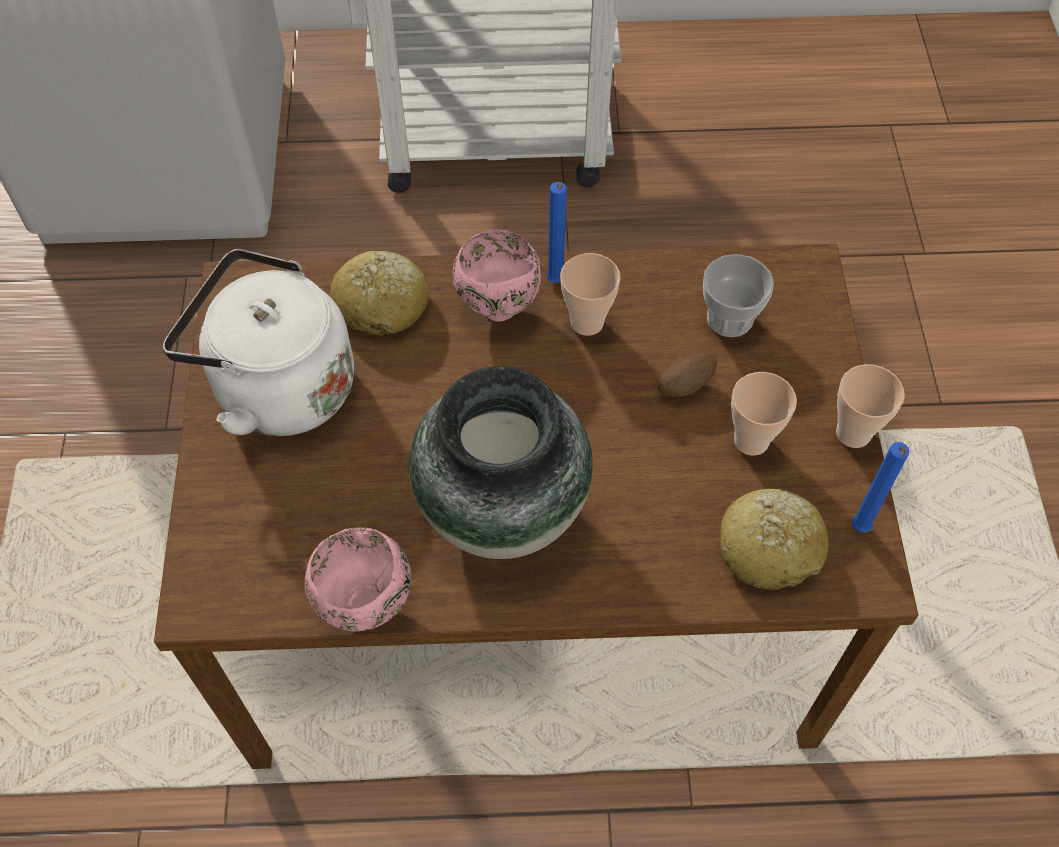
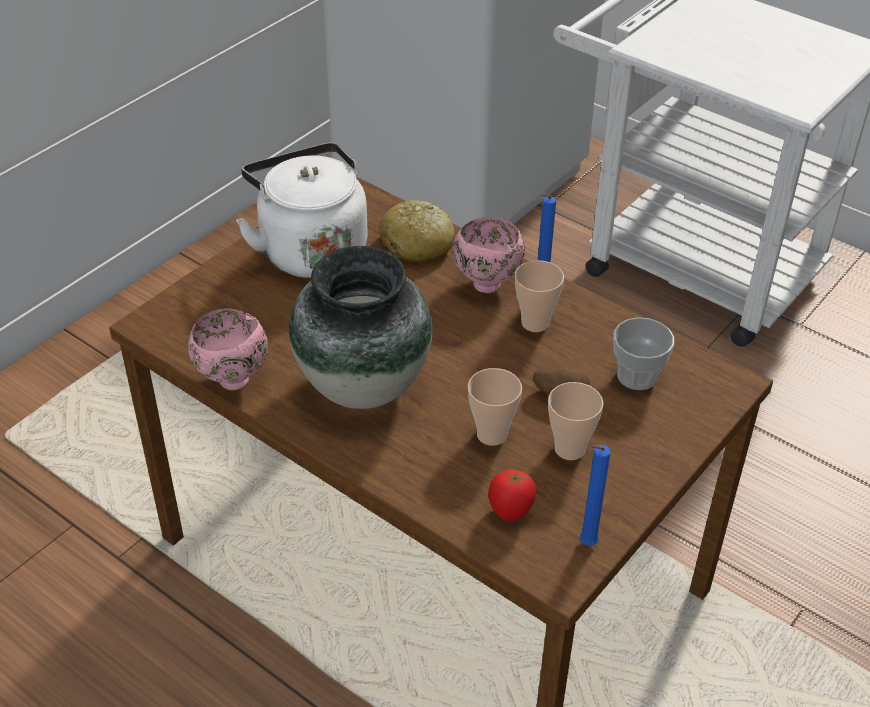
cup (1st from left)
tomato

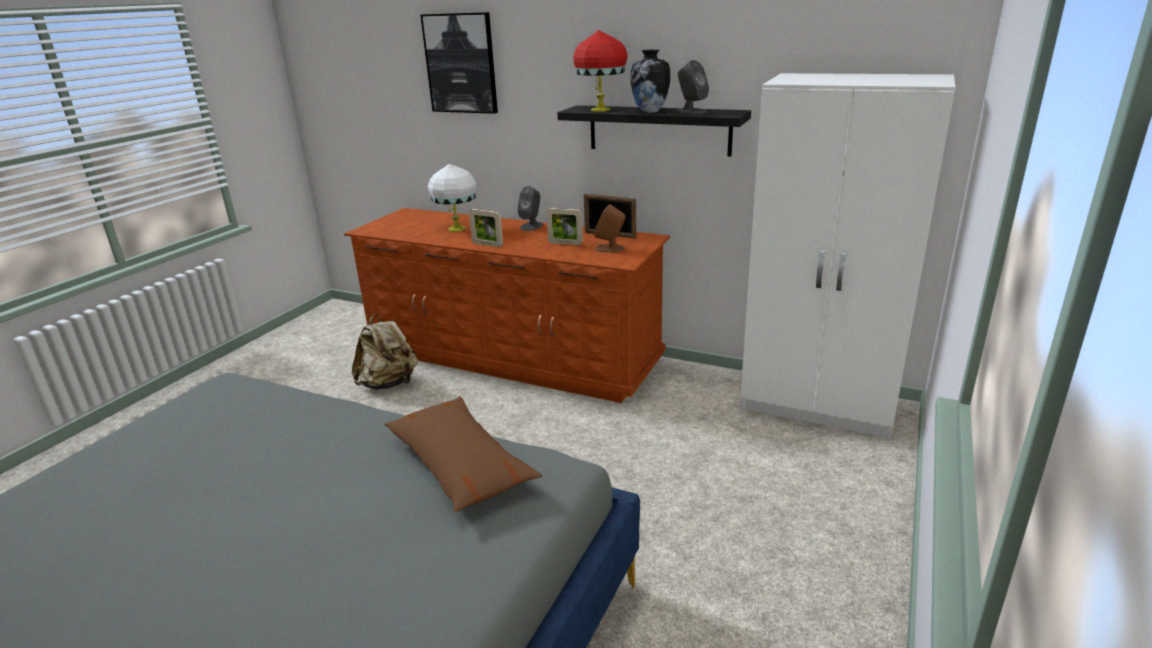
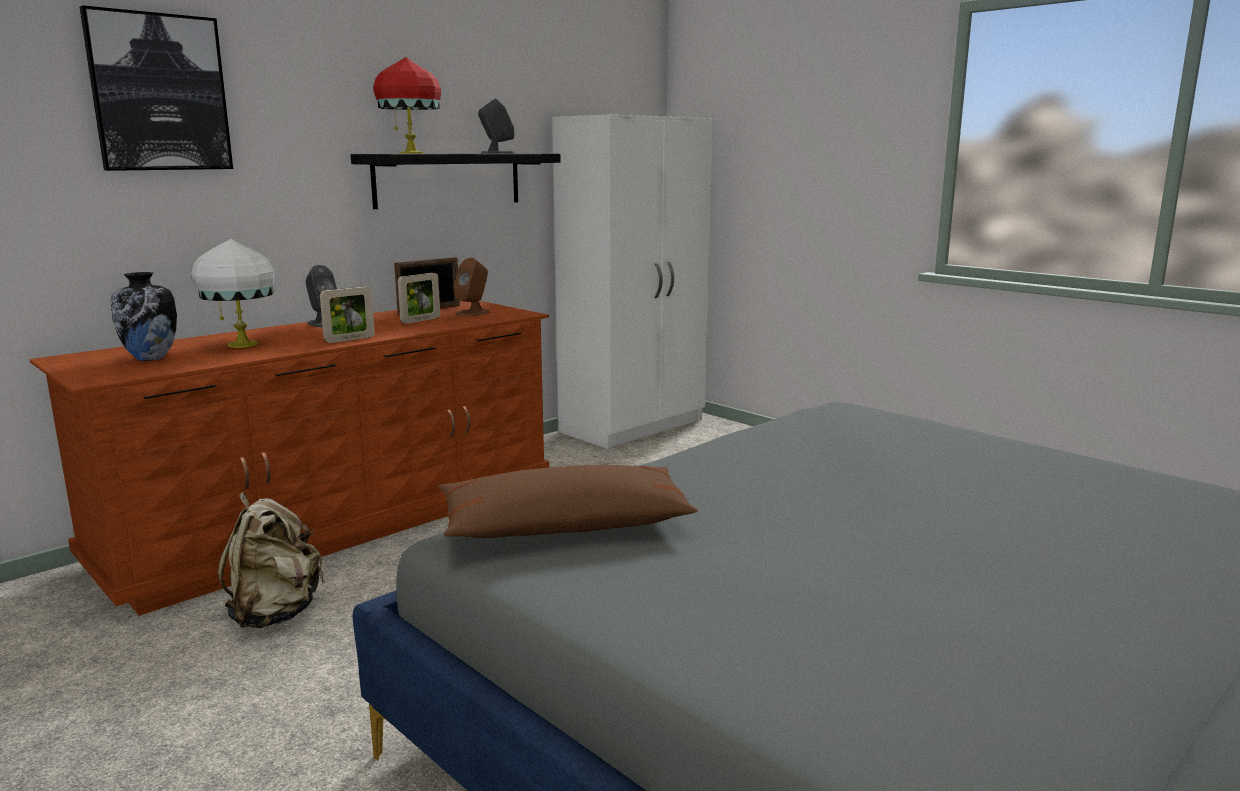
pillow (brown)
vase

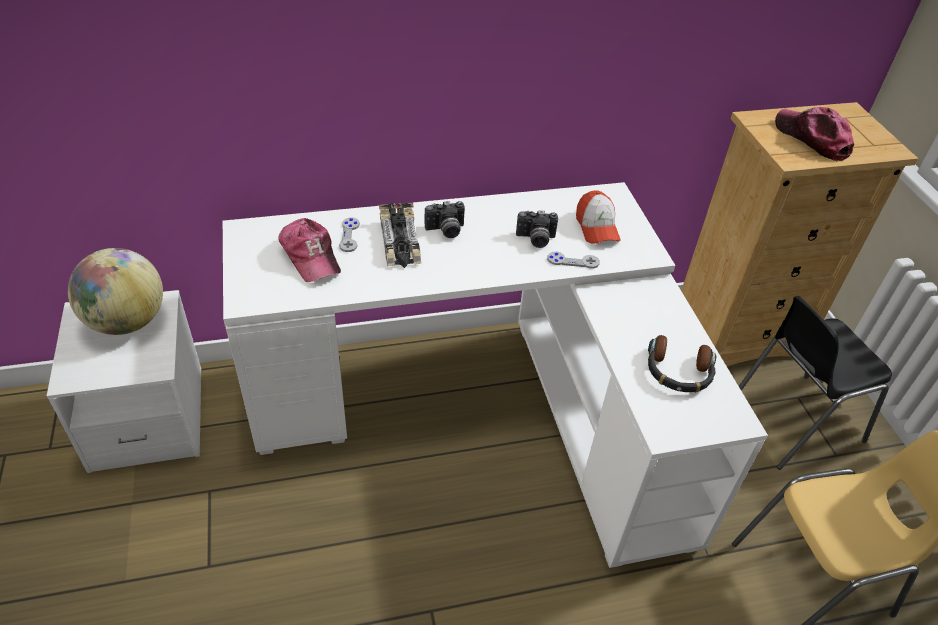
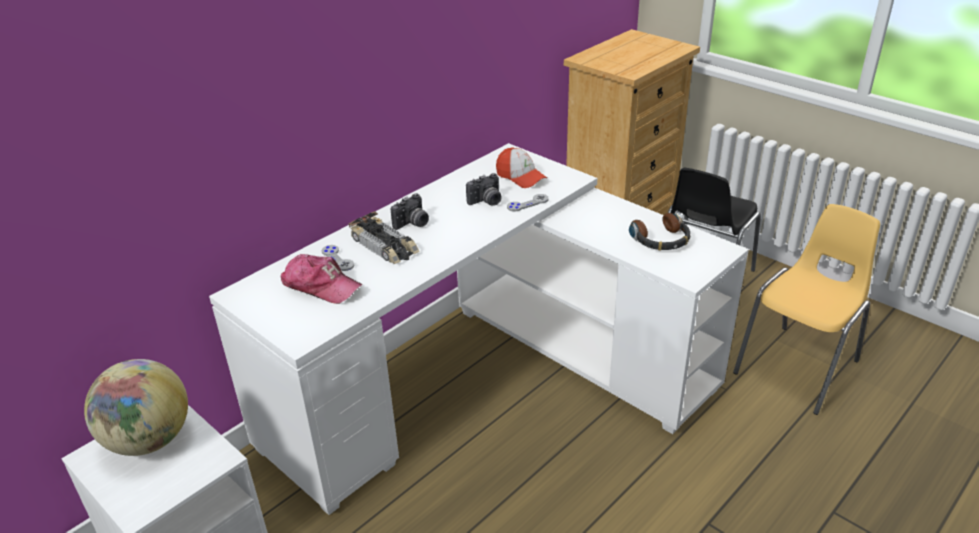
cap (3rd from left in the first image)

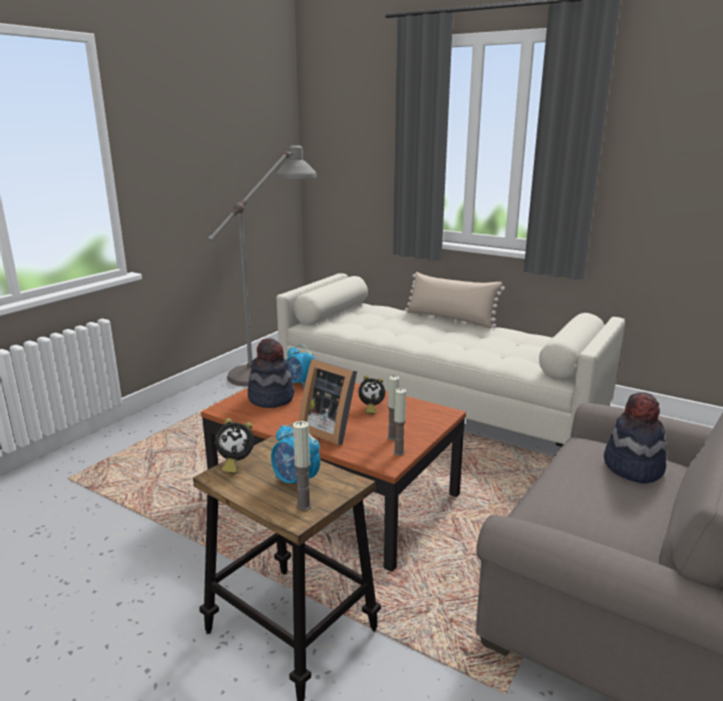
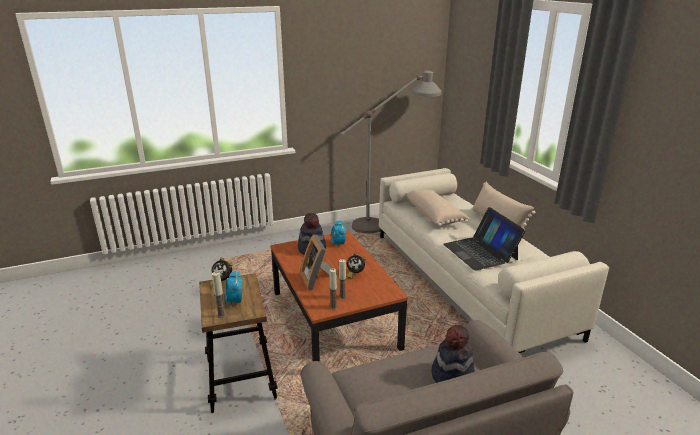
pillow (beige) (1st from left)
laptop

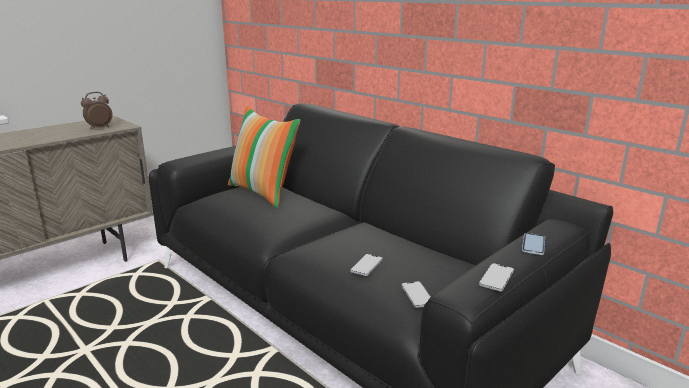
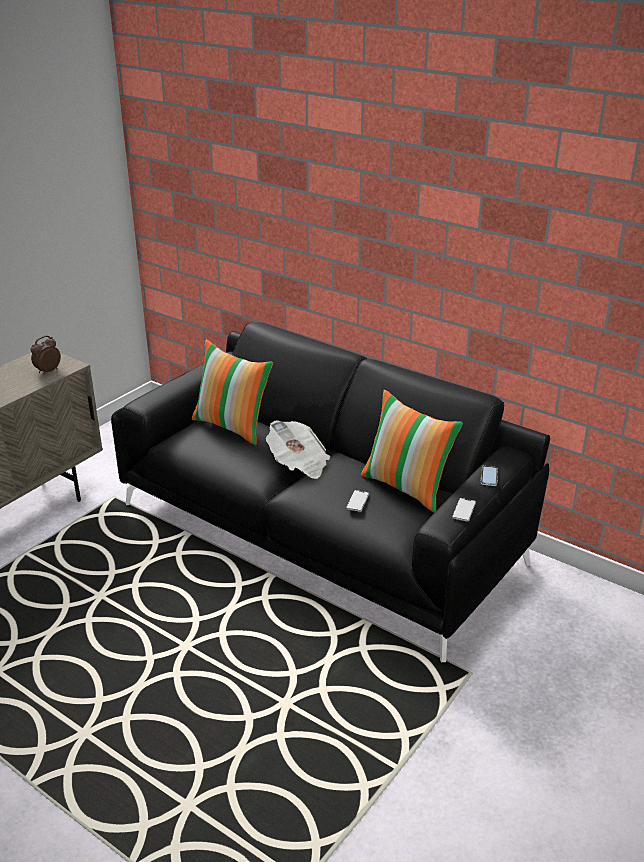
phone (2nd from left in the first image)
newspaper
pillow (2nd from left)

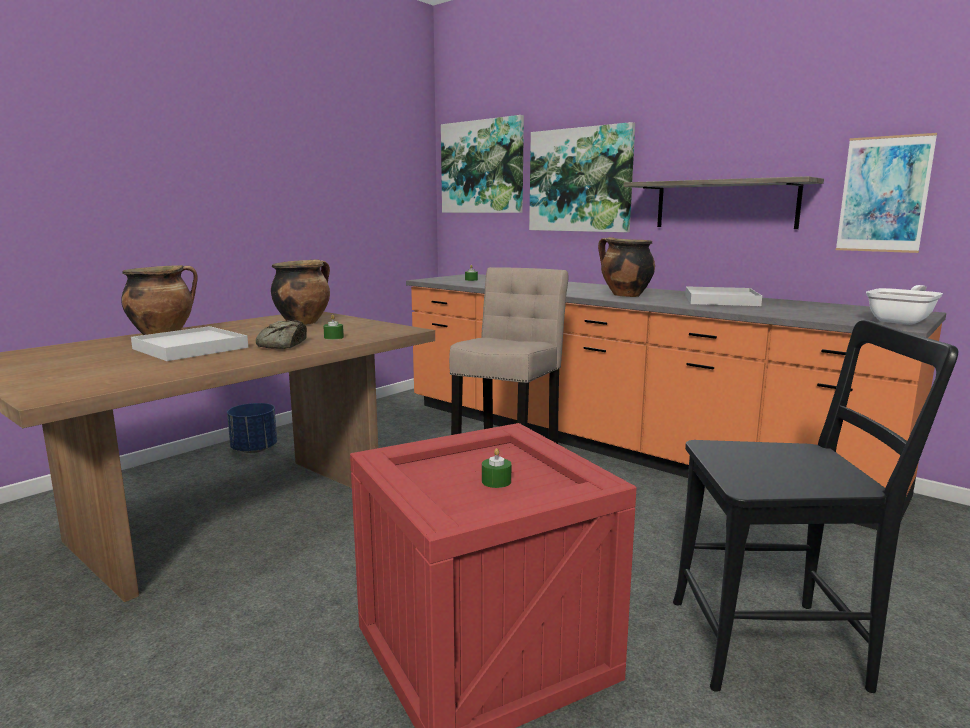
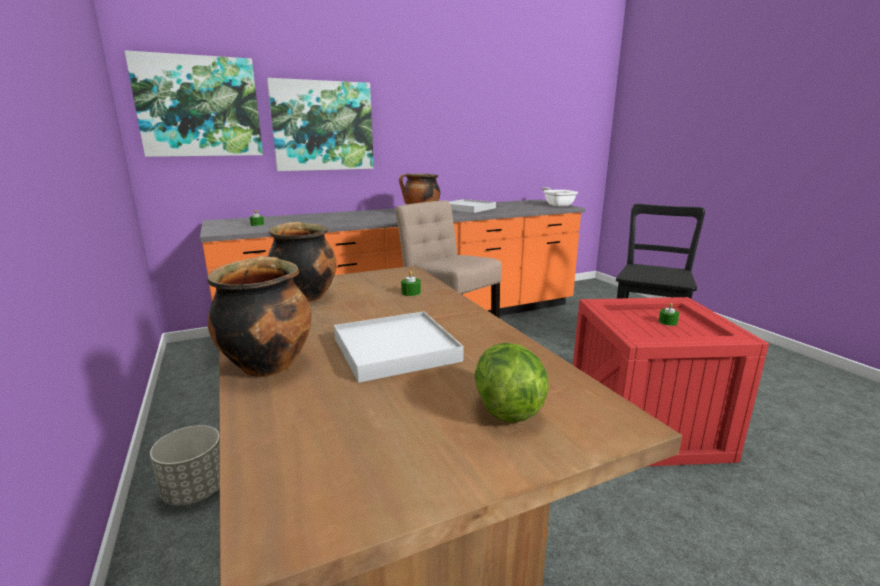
bread
shelf
picture (3rd from left in the first image)
lettuce
planter (grey)

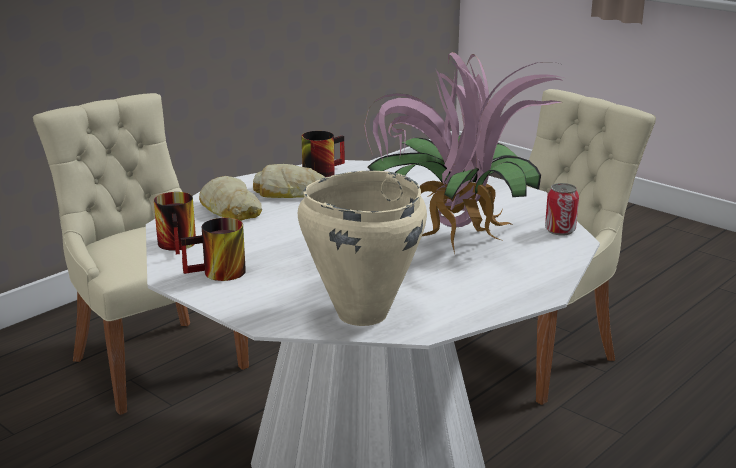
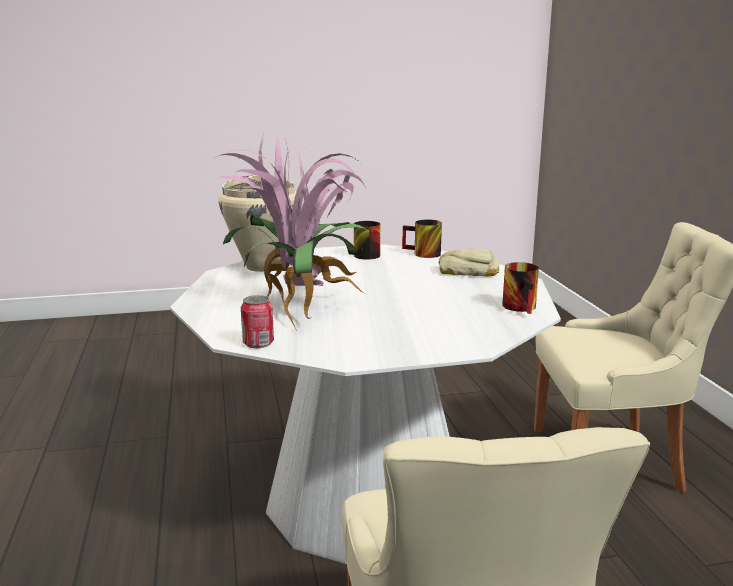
bread (2nd from left in the first image)

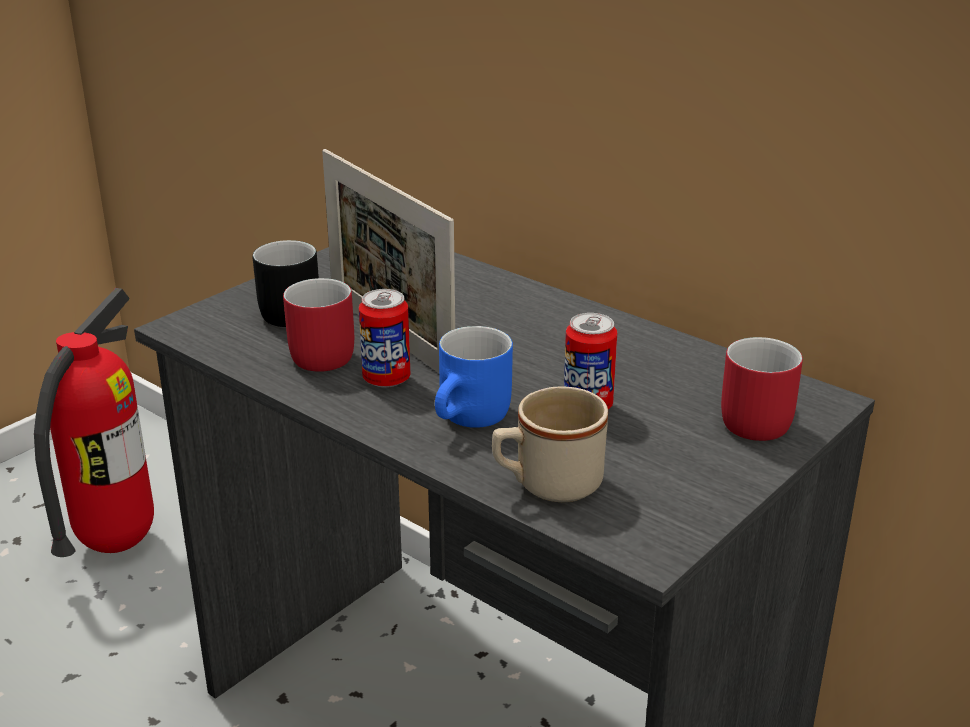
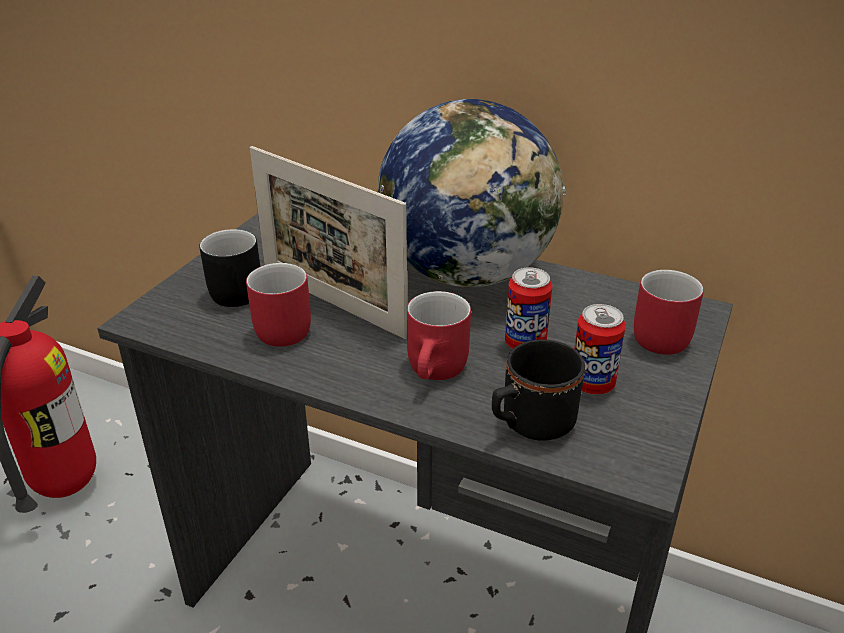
globe
can (2nd from left)
mug (red) (2nd from left)
mug (black) (2nd from left)

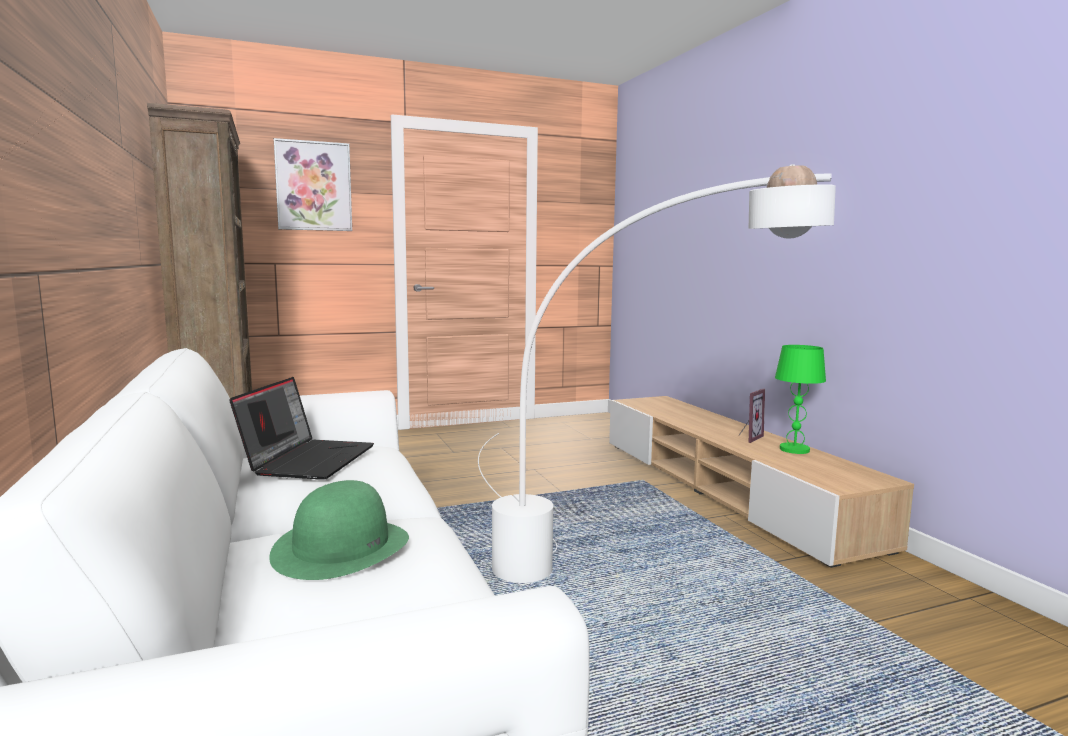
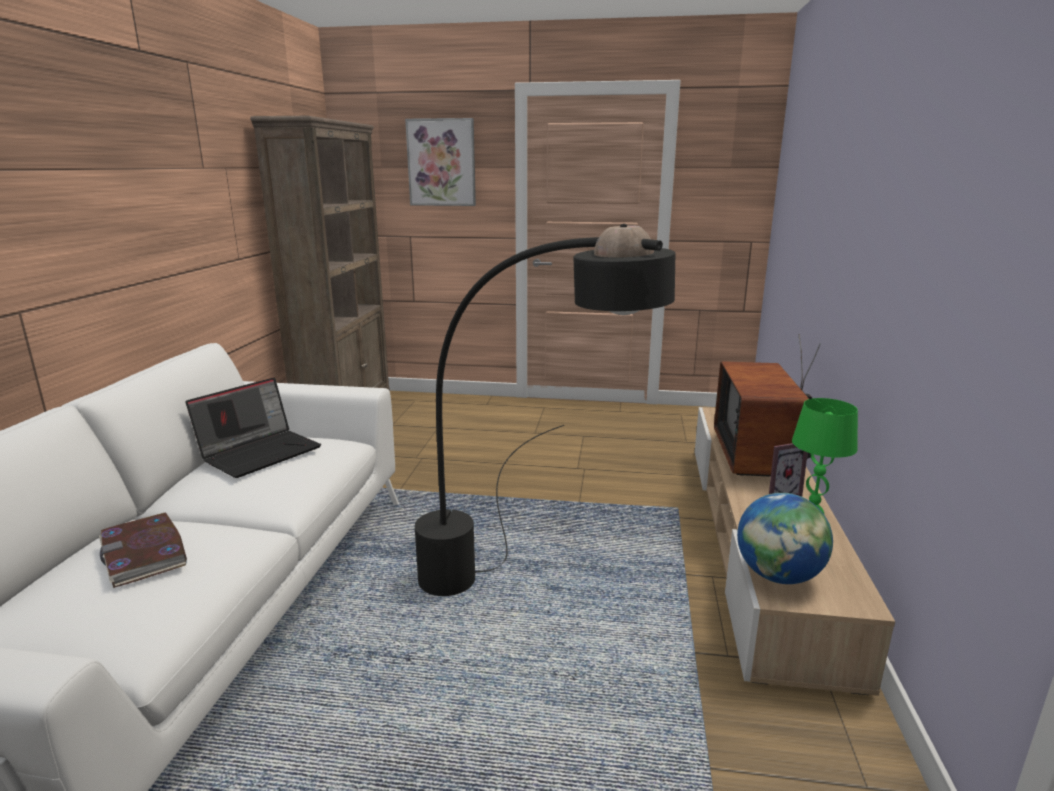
television
globe
book
floor lamp (black)

